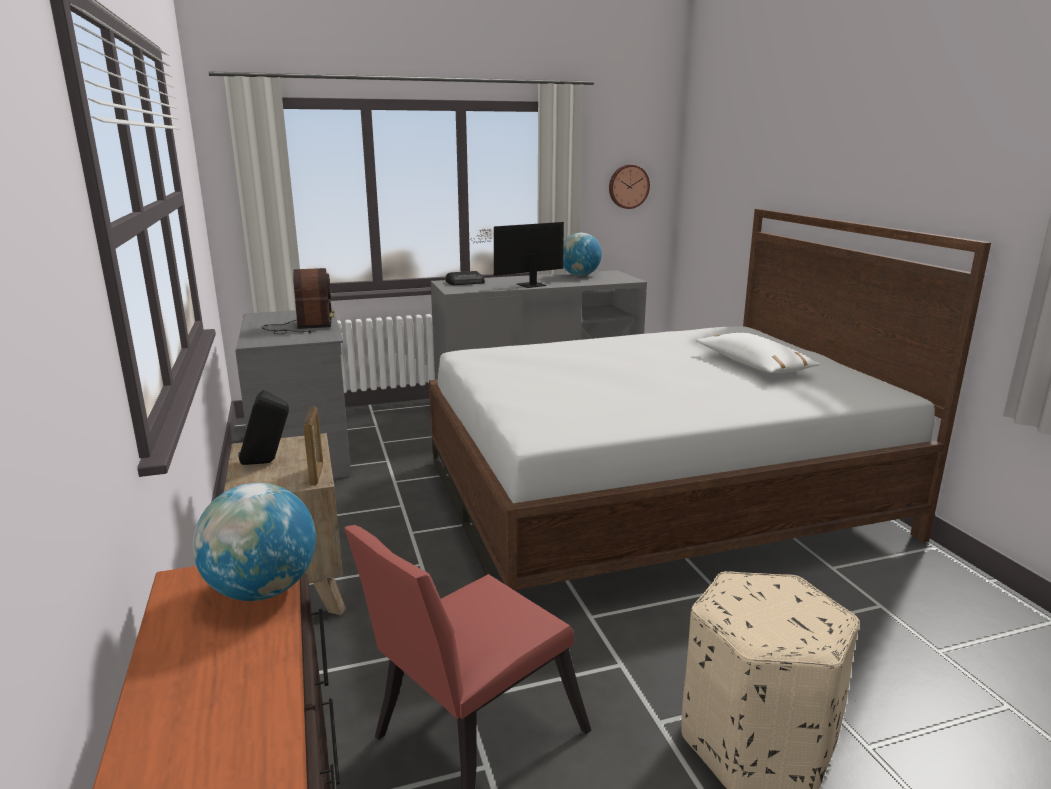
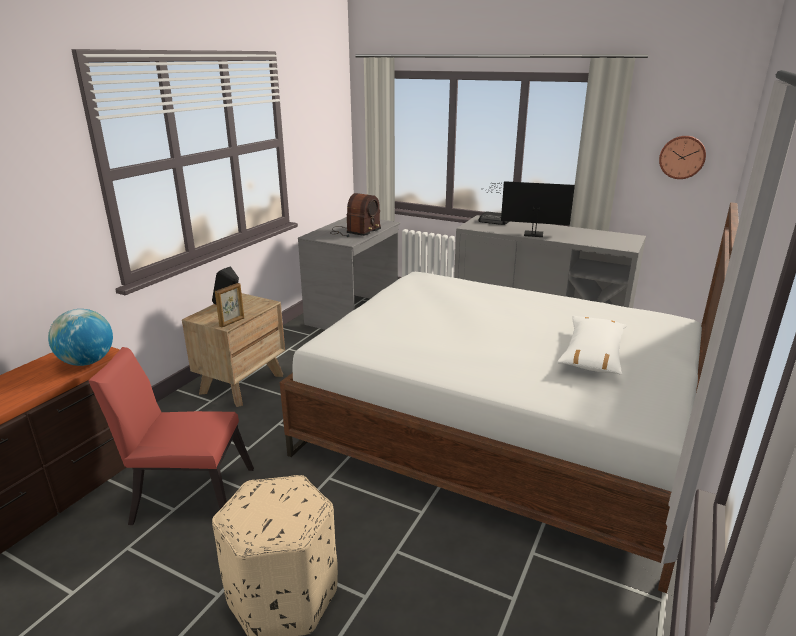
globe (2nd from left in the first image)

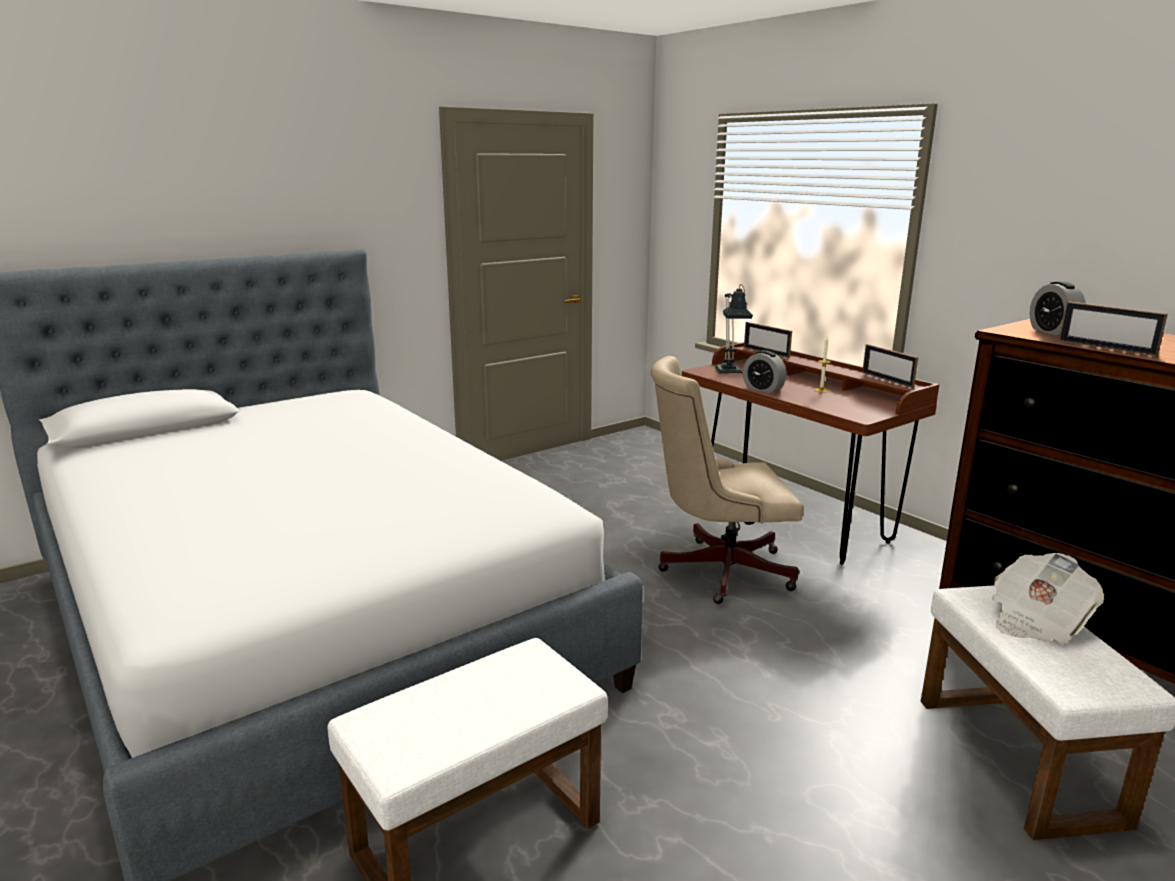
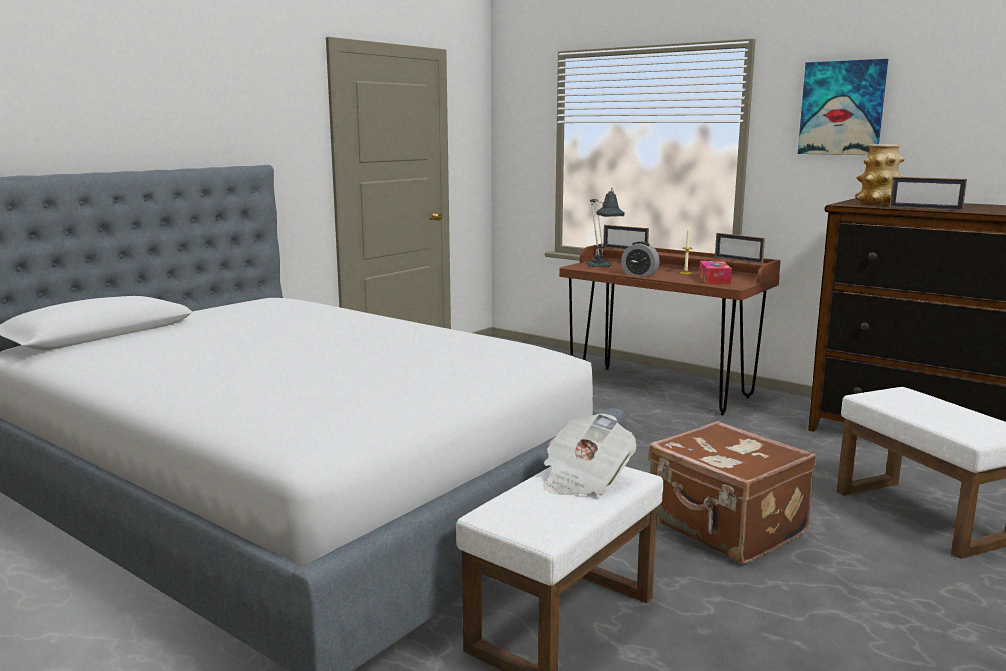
office chair (beige)
suitcase (brown)
tissue box
picture
newspaper
vase

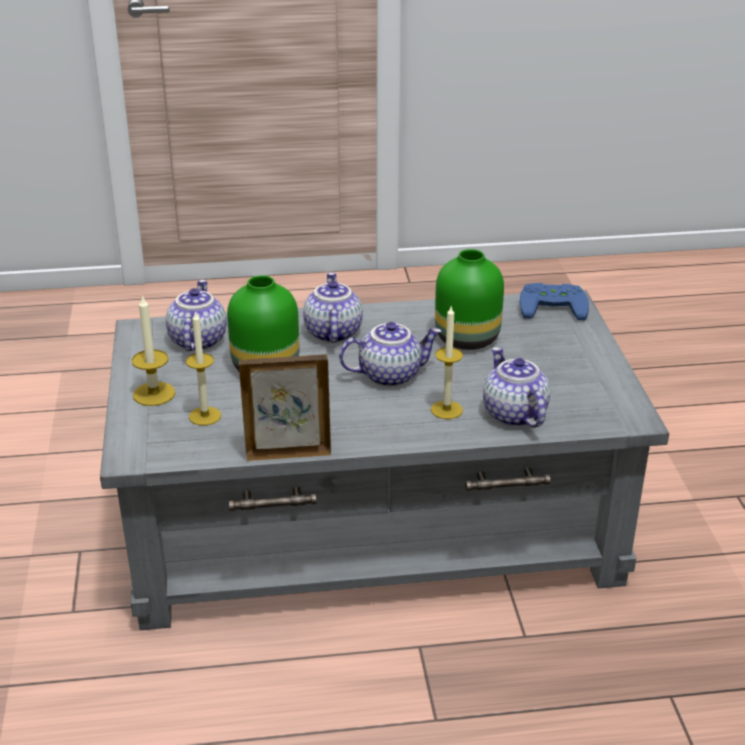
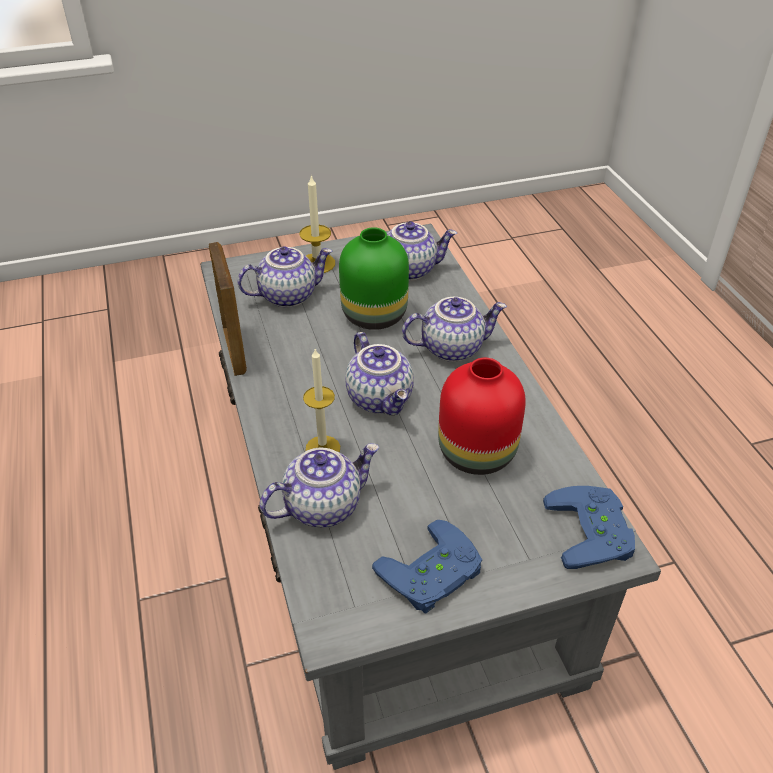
game controller (blue) (1st from left)
teapot (1st from left)
vase (red)

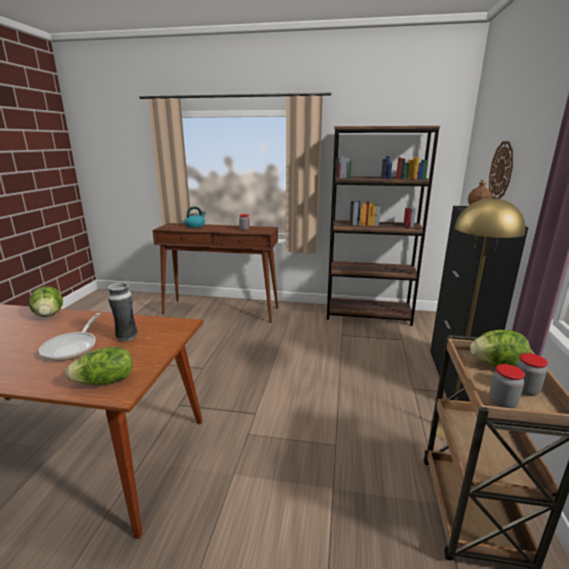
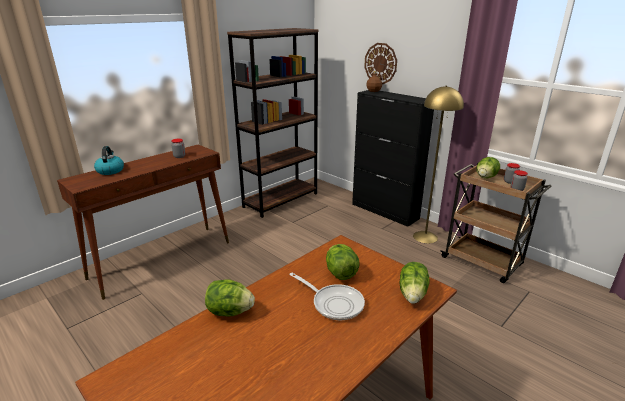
lettuce (2nd from left)

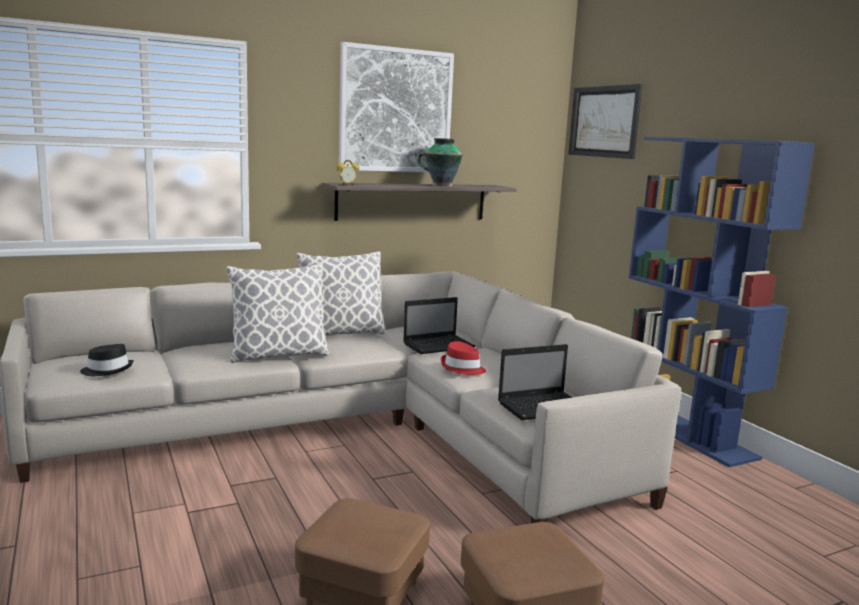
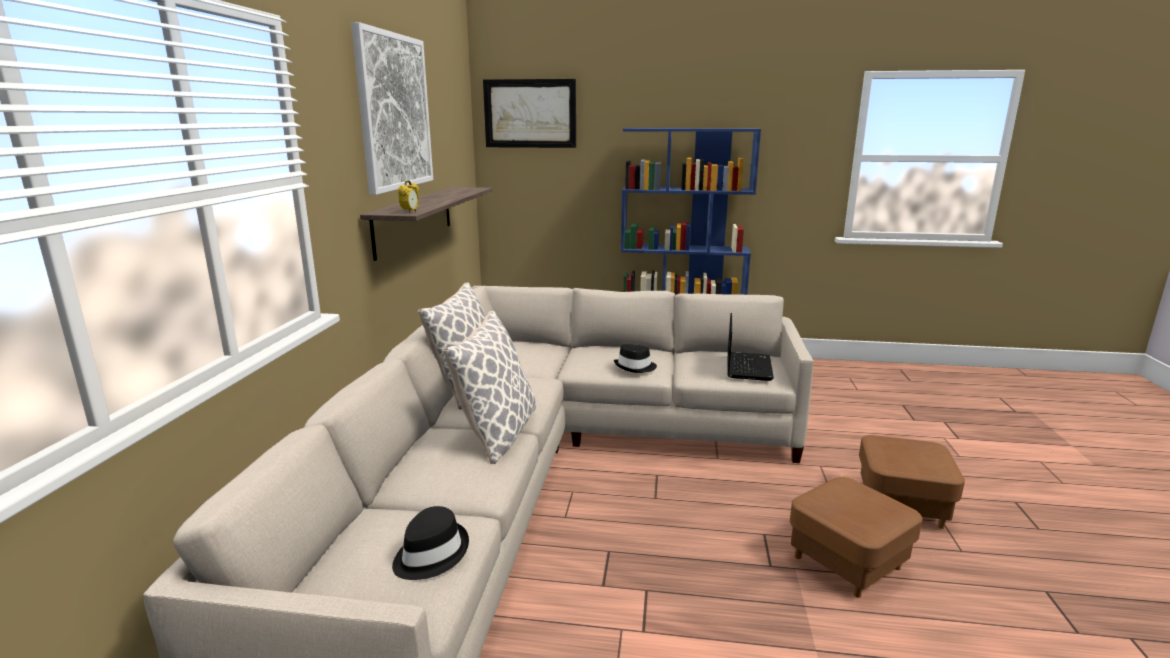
laptop (1st from left in the first image)
vase
hat (black) (2nd from left)

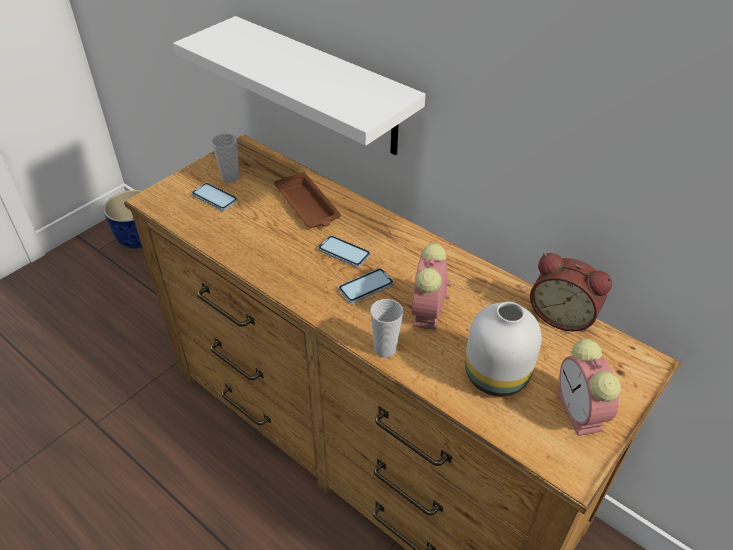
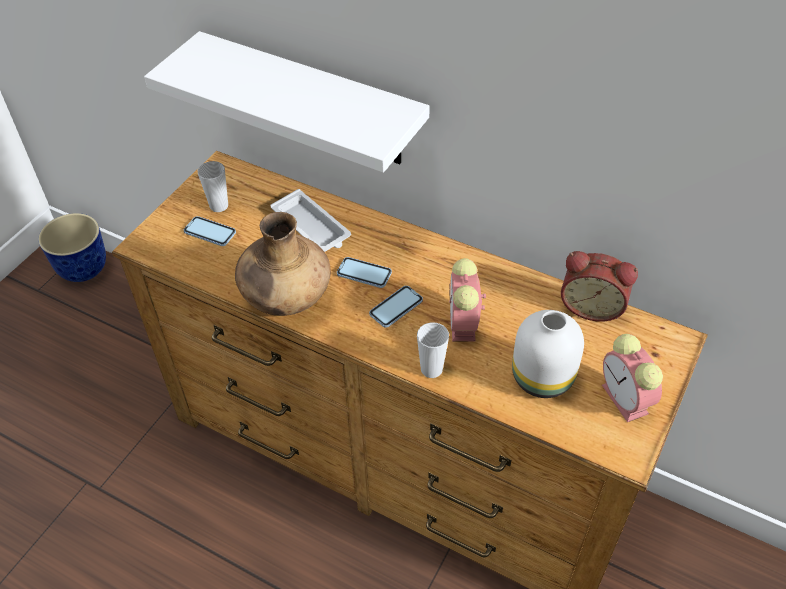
vase (brown)
tray (white)

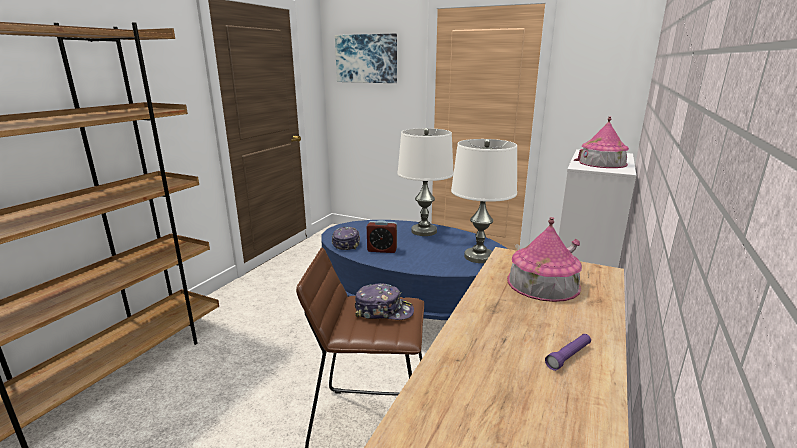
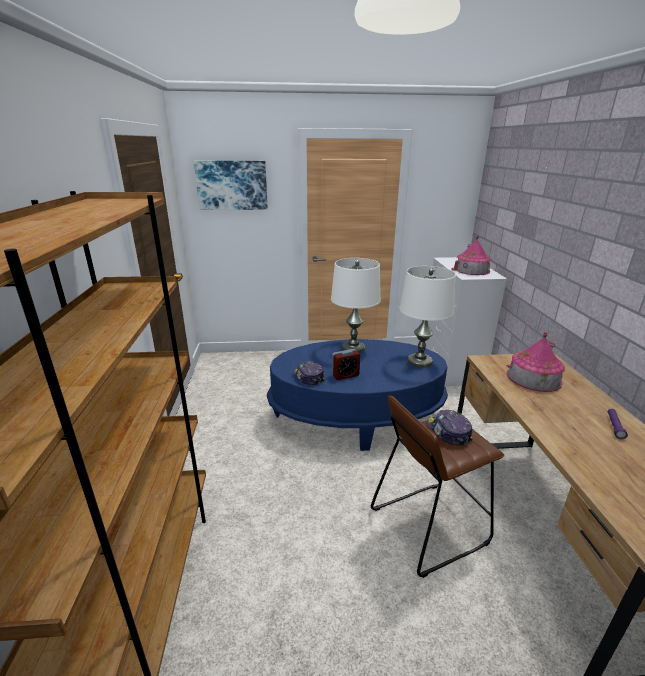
cap (2nd from left)

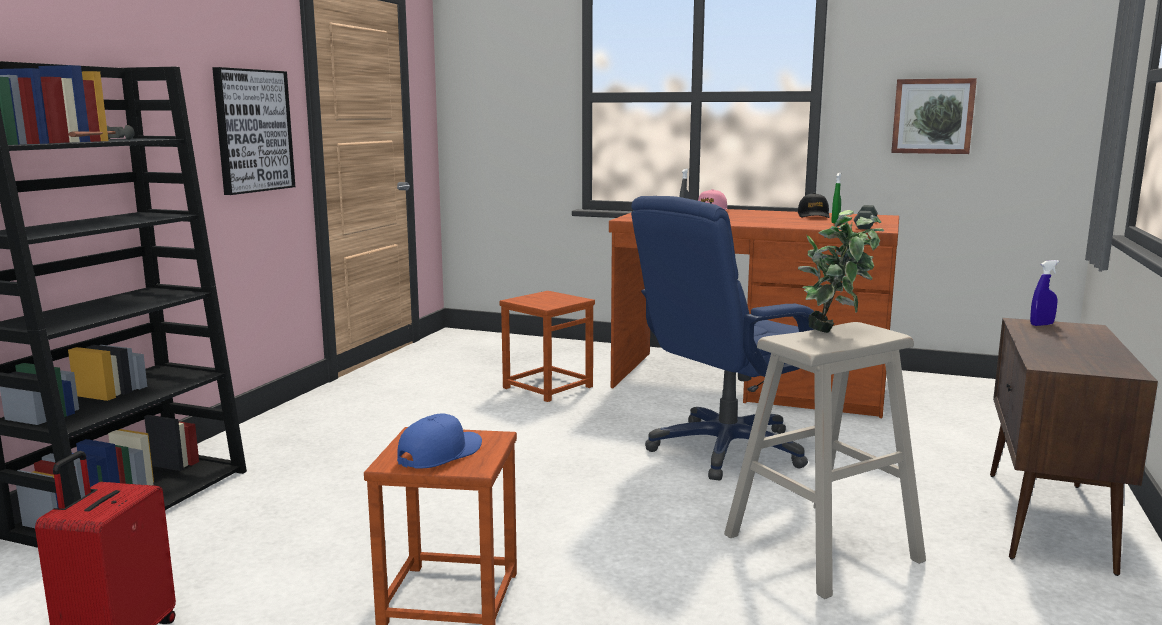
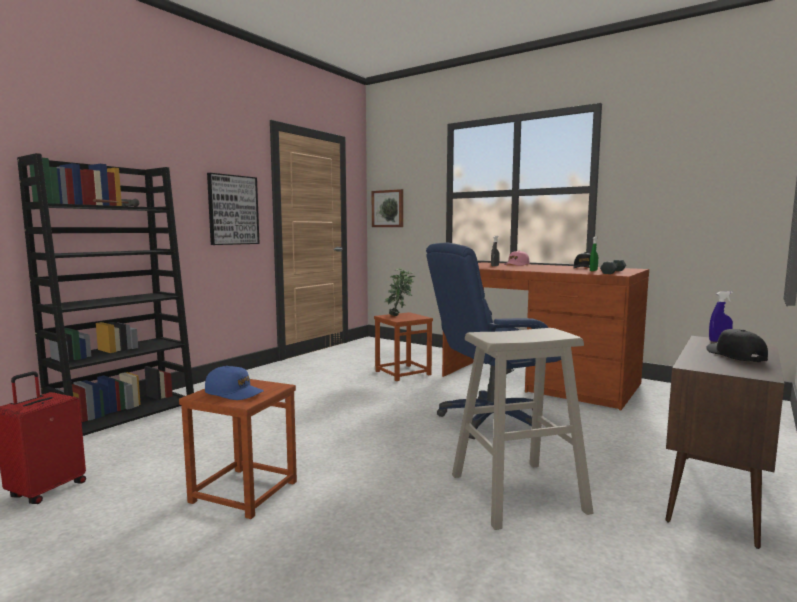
cap (black) (2nd from left)
potted plant
picture (2nd from left)
cap (blue)

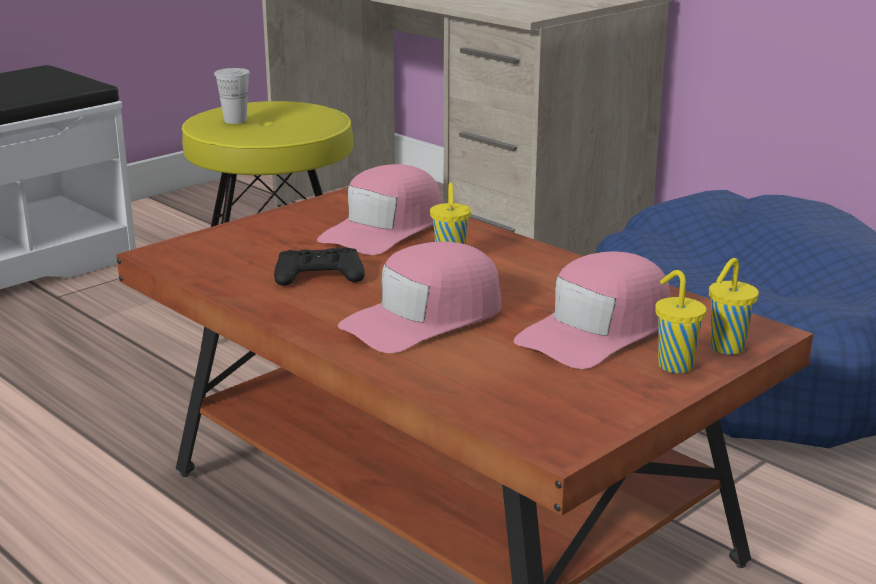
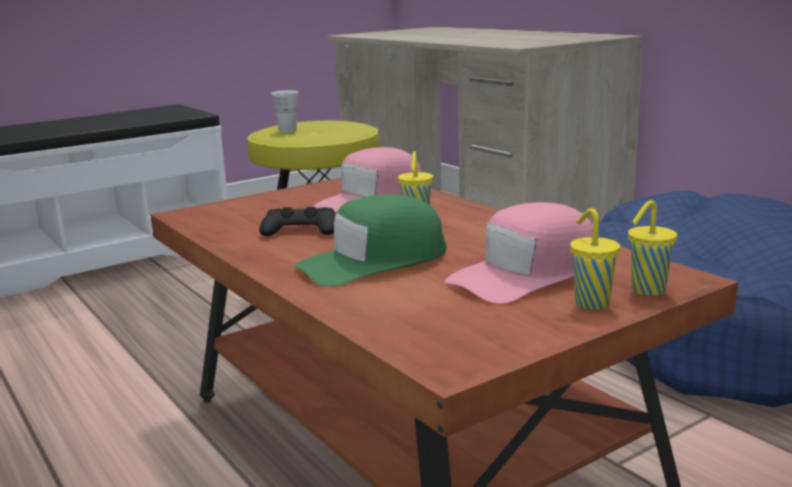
cap (green)

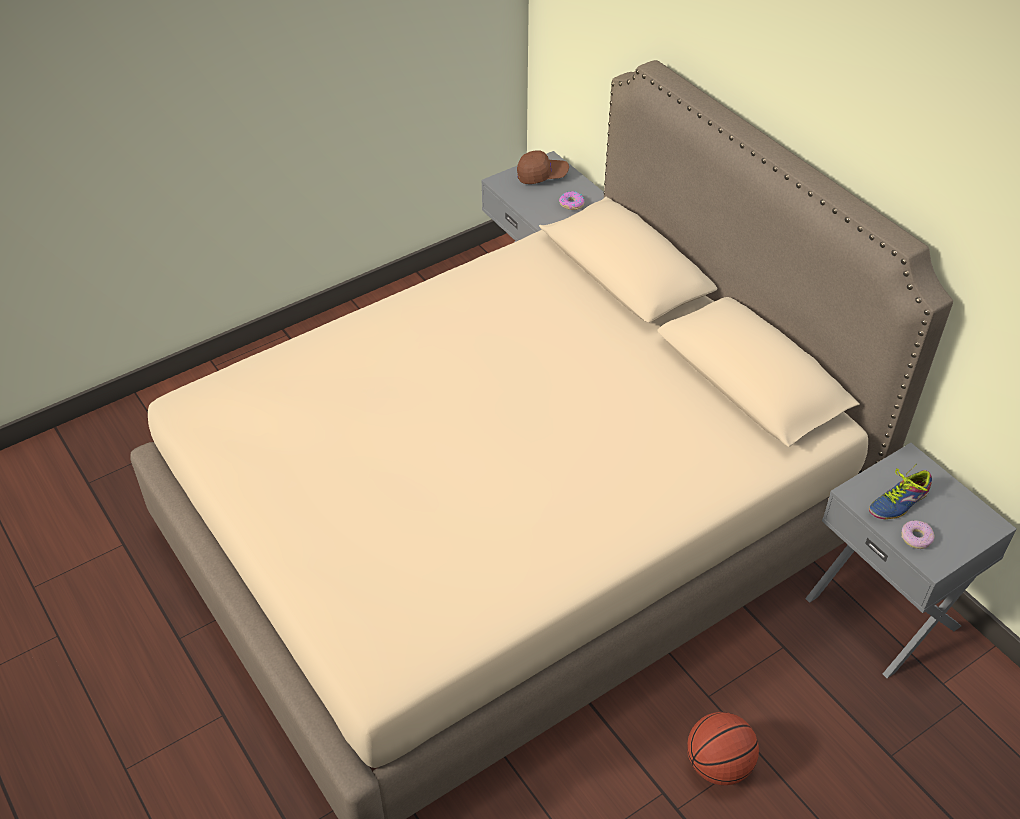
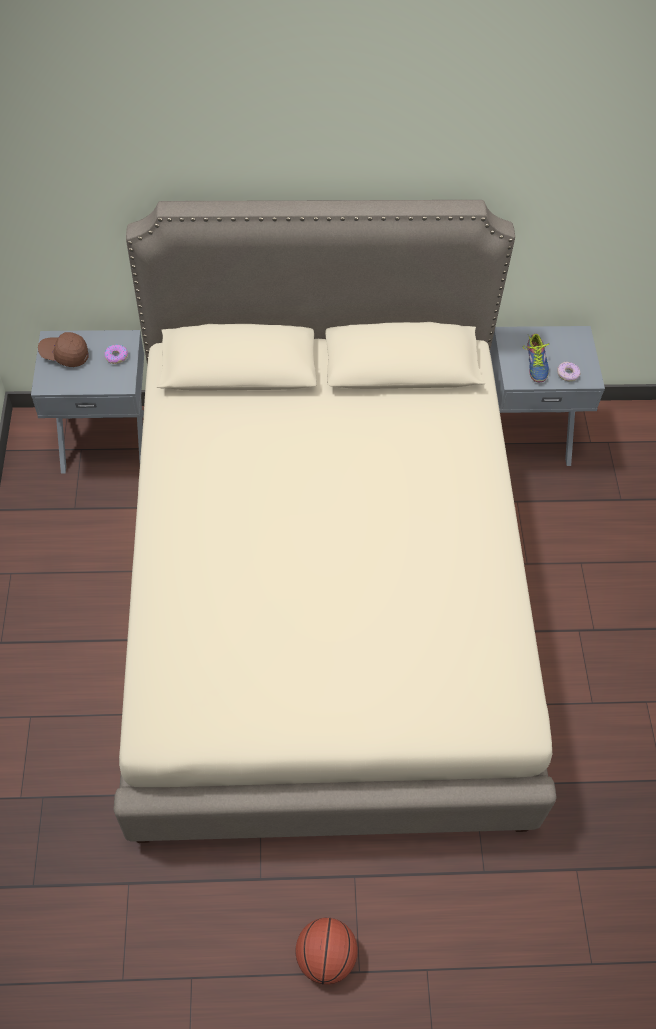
basketball
cap (brown)

